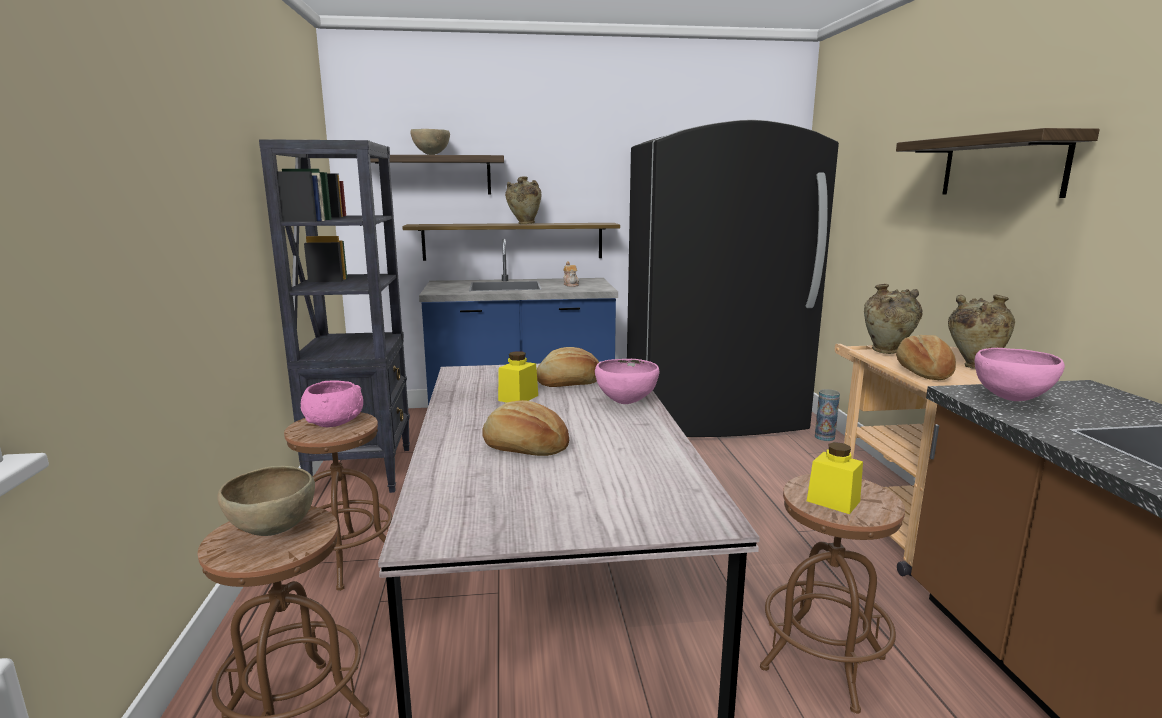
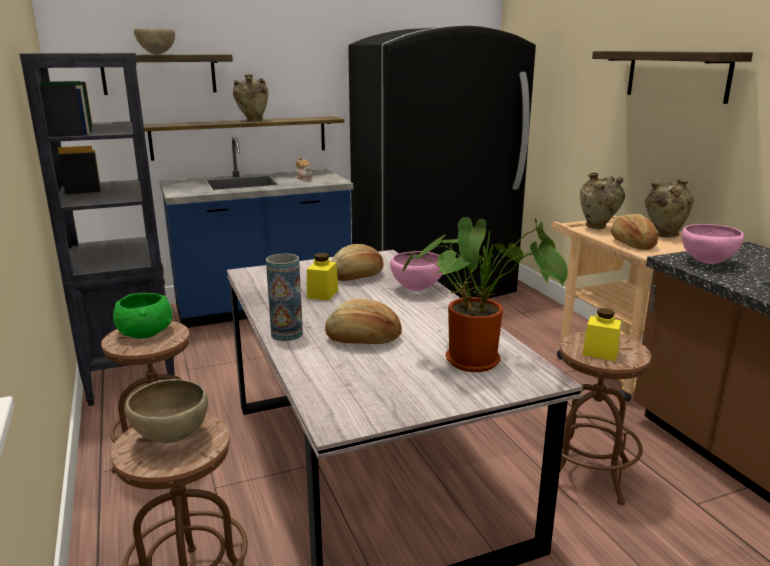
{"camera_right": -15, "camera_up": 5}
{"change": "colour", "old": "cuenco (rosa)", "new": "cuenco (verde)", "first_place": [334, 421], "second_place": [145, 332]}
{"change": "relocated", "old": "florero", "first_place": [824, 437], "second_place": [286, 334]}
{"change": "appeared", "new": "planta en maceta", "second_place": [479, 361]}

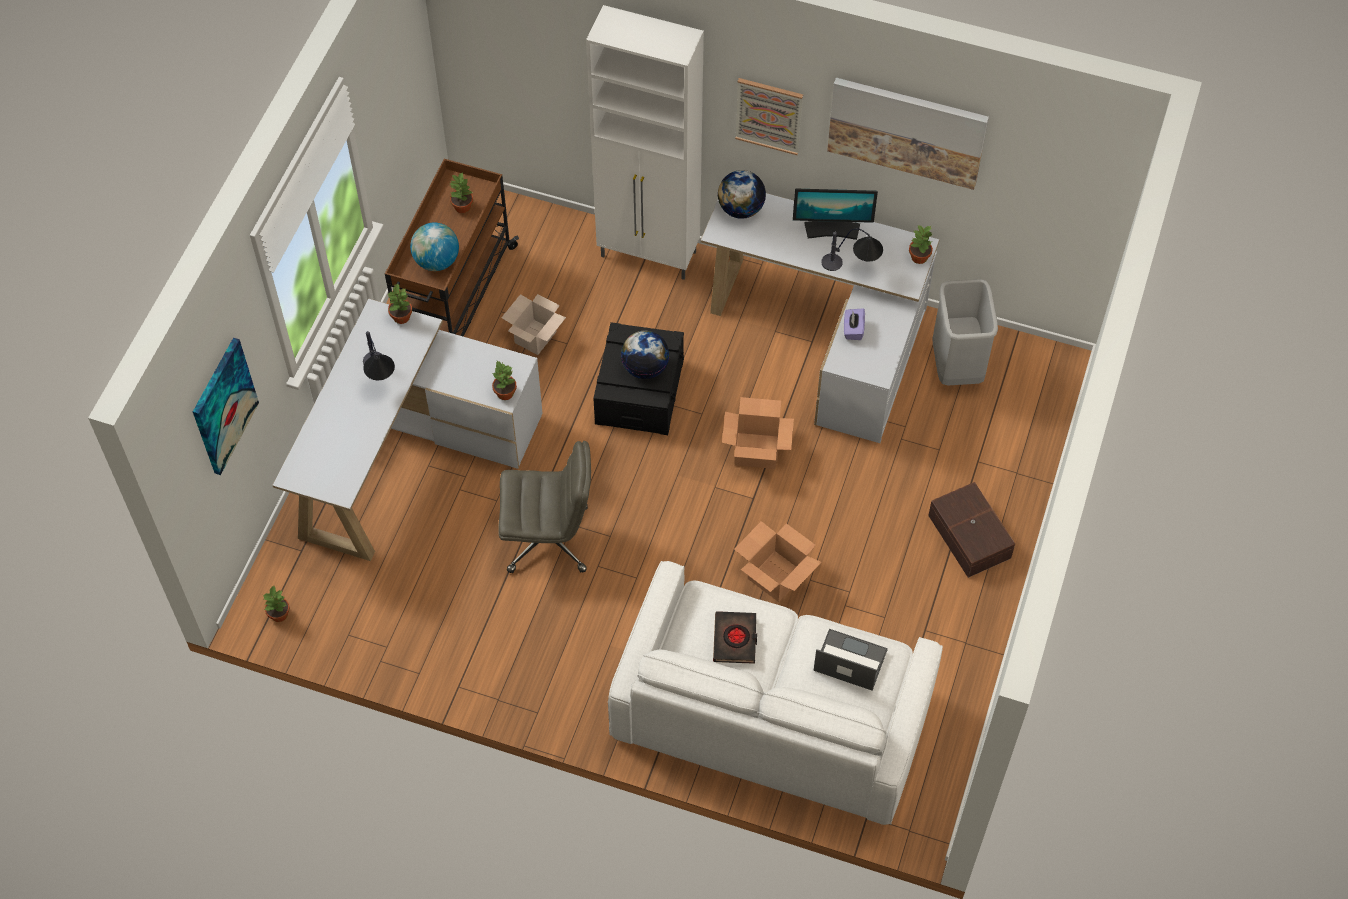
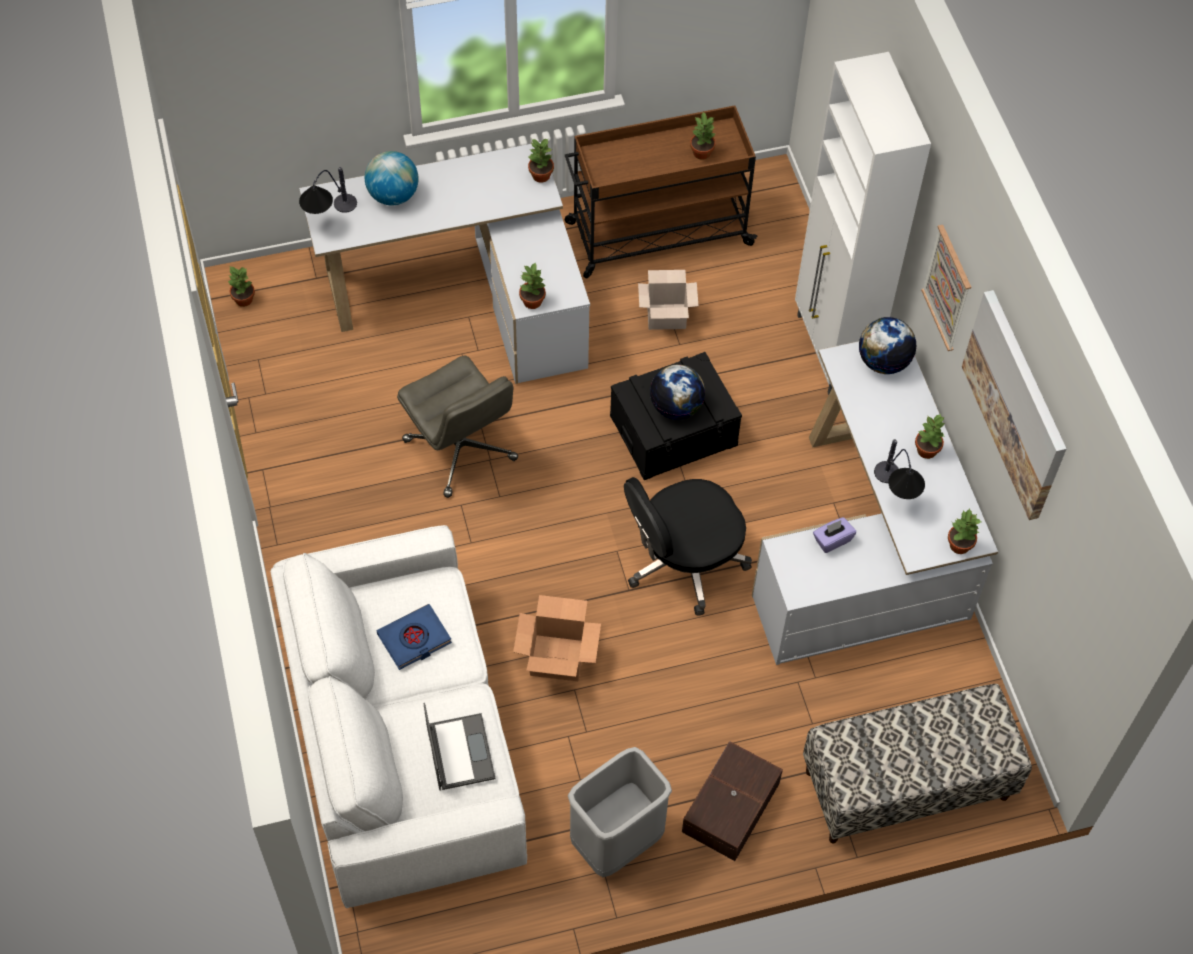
{"camera_right": 55, "camera_up": 0}
{"change": "missing", "old": "cuadro", "first_place": [223, 406]}
{"change": "relocated", "old": "lámpara de mesa", "first_place": [380, 378], "second_place": [329, 218]}
{"change": "relocated", "old": "globo terráqueo", "first_place": [436, 261], "second_place": [393, 195]}
{"change": "colour", "old": "libro (negro)", "new": "libro (azul)", "first_place": [735, 639], "second_place": [414, 639]}
{"change": "exchanged", "old": "caja de cartón", "new": "silla de oficina (negro)", "first_place": [755, 451], "second_place": [683, 562]}
{"change": "exchanged", "old": "monitor", "new": "planta en maceta", "first_place": [832, 229], "second_place": [927, 450]}
{"change": "relocated", "old": "papelera (gris)", "first_place": [957, 367], "second_place": [617, 843]}
{"change": "appeared", "new": "banco", "second_place": [906, 785]}

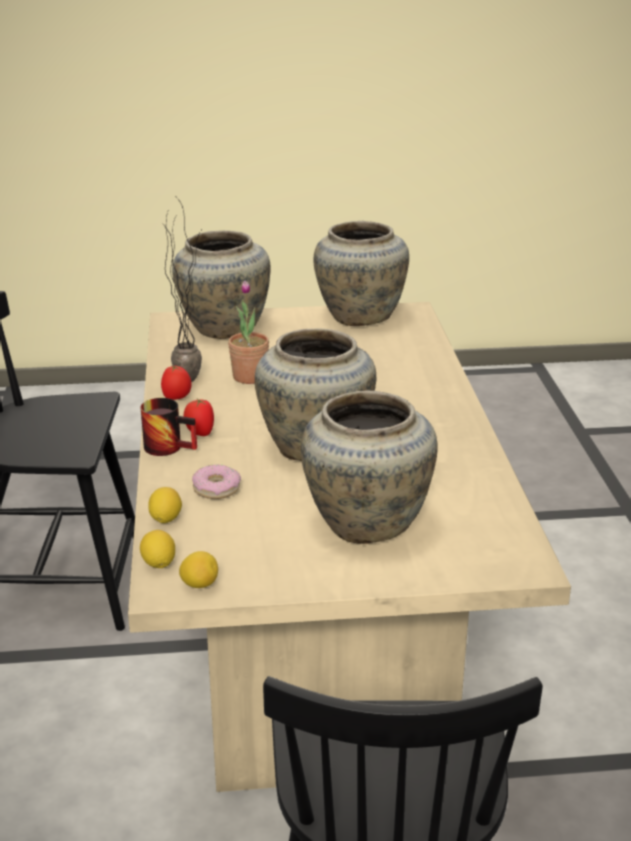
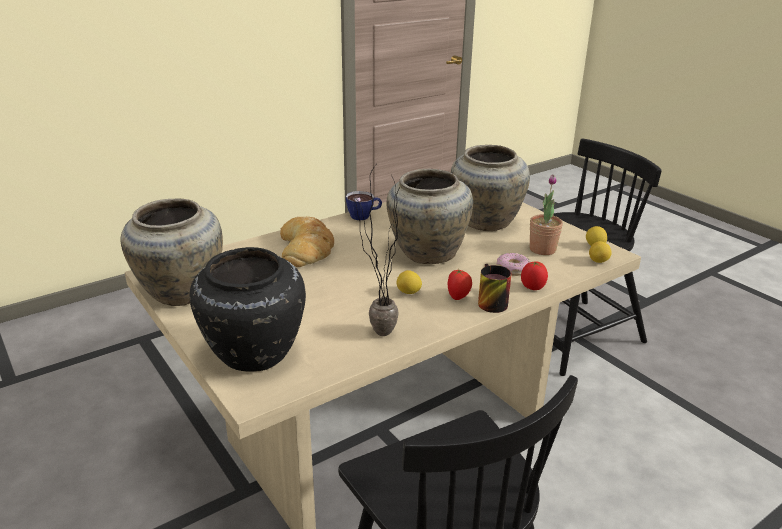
{"camera_right": -120, "camera_up": 0}
{"change": "relocated", "old": "limón", "first_place": [165, 519], "second_place": [409, 292]}
{"change": "relocated", "old": "tomate", "first_place": [177, 398], "second_place": [532, 287]}
{"change": "colour", "old": "florero (beis)", "new": "florero (negro)", "first_place": [223, 327], "second_place": [253, 355]}
{"change": "relocated", "old": "planta en maceta", "first_place": [249, 377], "second_place": [542, 249]}
{"change": "appeared", "new": "pan", "second_place": [307, 247]}
{"change": "appeared", "new": "taza", "second_place": [364, 216]}

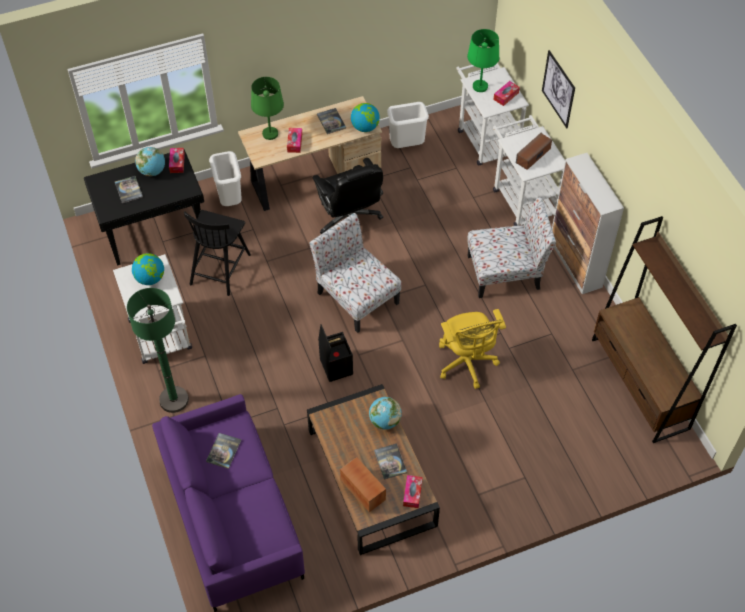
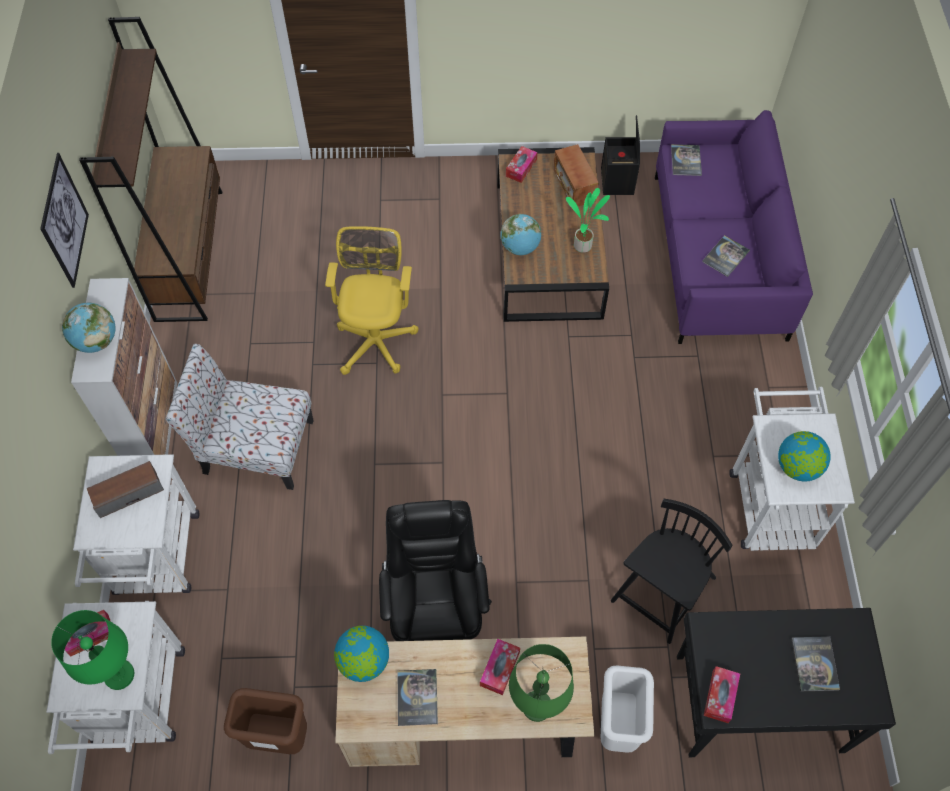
{"camera_right": -160, "camera_up": 5}
{"change": "missing", "old": "lámpara de pie (verde)", "first_place": [174, 400]}
{"change": "relocated", "old": "globo terráqueo", "first_place": [152, 171], "second_place": [96, 341]}
{"change": "missing", "old": "silla", "first_place": [356, 297]}
{"change": "relocated", "old": "caja de almacenaje (negro)", "first_place": [335, 366], "second_place": [618, 182]}
{"change": "relocated", "old": "libro", "first_place": [390, 461], "second_place": [686, 160]}
{"change": "colour", "old": "papelera (blanco)", "new": "papelera (marrón)", "first_place": [406, 147], "second_place": [278, 736]}
{"change": "relocated", "old": "cuadro", "first_place": [558, 89], "second_place": [64, 221]}
{"change": "appeared", "new": "planta en maceta", "second_place": [584, 245]}

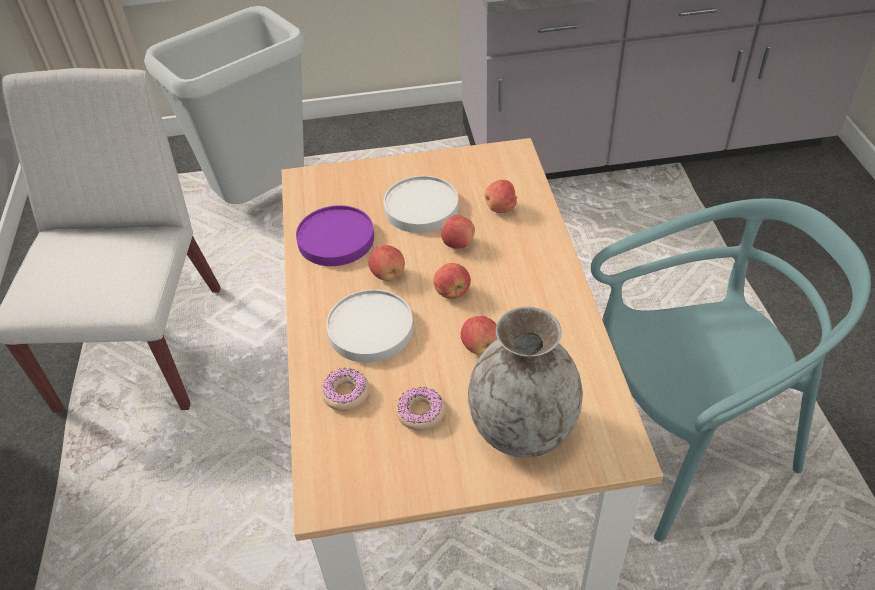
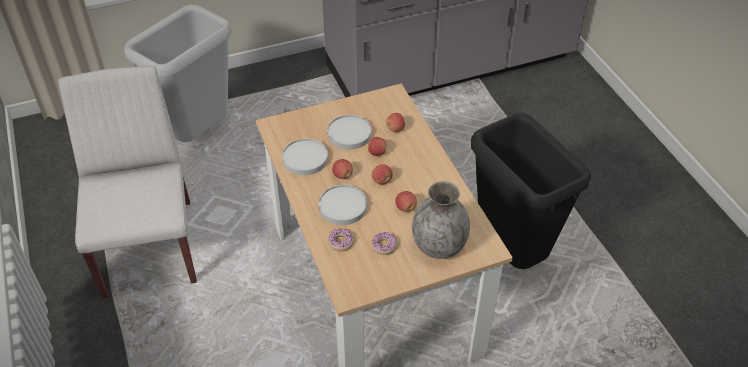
{"camera_right": -15, "camera_up": 0}
{"change": "colour", "old": "plato (morado)", "new": "plato (blanco)", "first_place": [336, 239], "second_place": [305, 158]}
{"change": "exchanged", "old": "silla (turquesa)", "new": "papelera (negro)", "first_place": [685, 442], "second_place": [512, 254]}

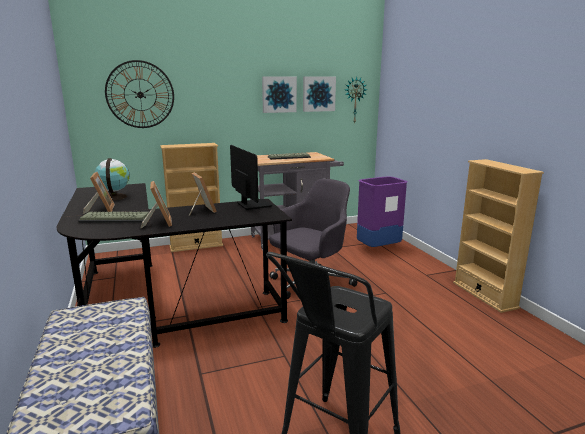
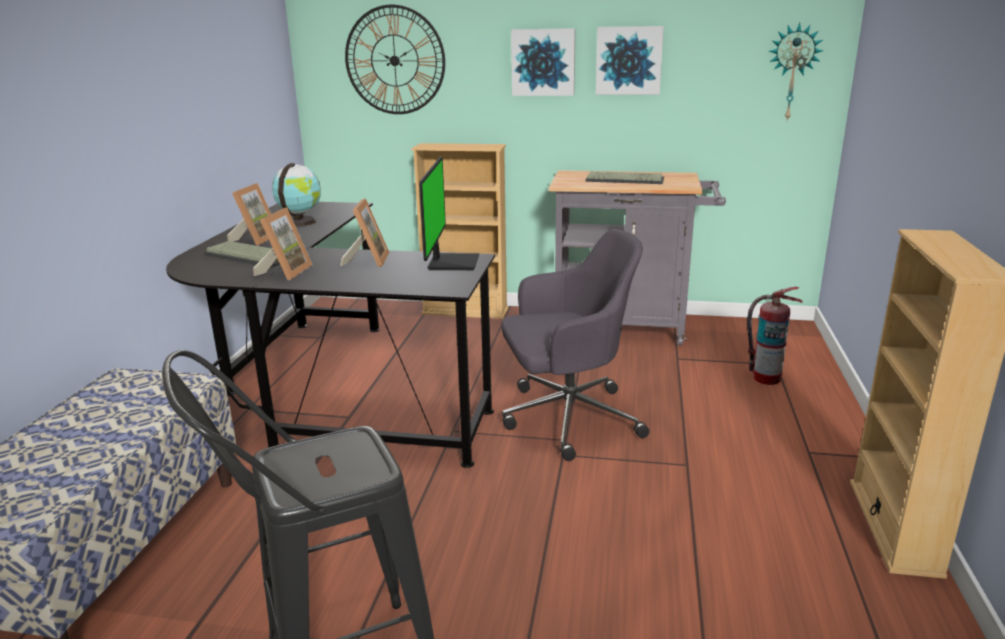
{"camera_right": 30, "camera_up": 5}
{"change": "relocated", "old": "cuadro", "first_place": [318, 94], "second_place": [543, 62]}
{"change": "exchanged", "old": "papelera (morado)", "new": "extintor", "first_place": [378, 248], "second_place": [766, 378]}

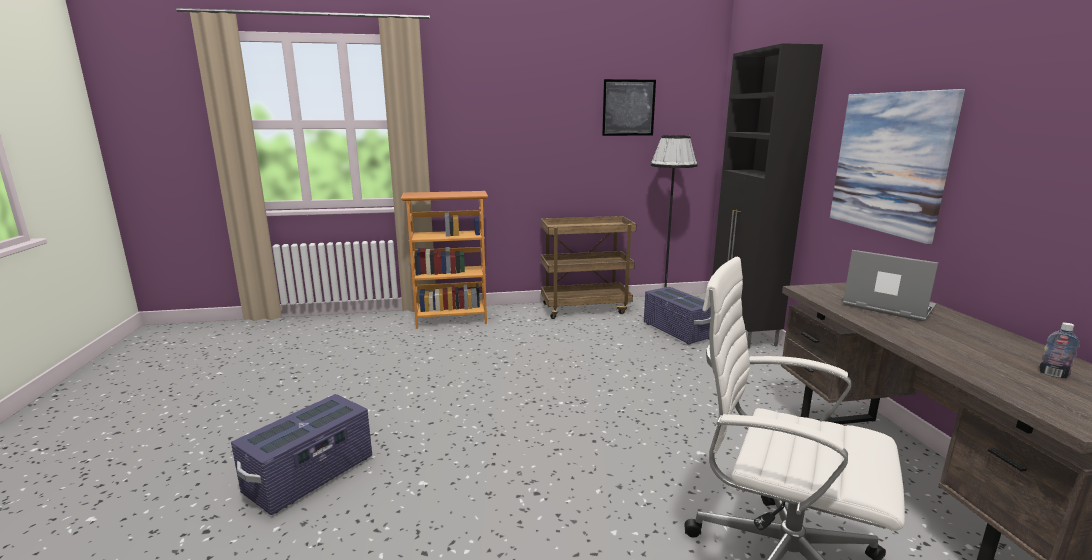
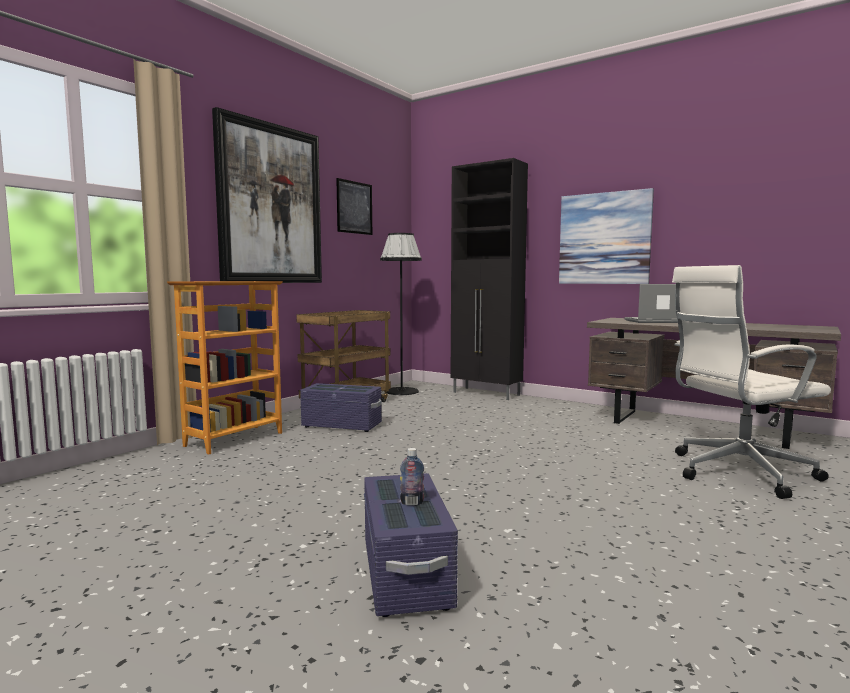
{"camera_right": -45, "camera_up": -10}
{"change": "relocated", "old": "caja de almacenaje (morado)", "first_place": [677, 331], "second_place": [341, 425]}
{"change": "relocated", "old": "botella", "first_place": [1053, 374], "second_place": [412, 503]}
{"change": "appeared", "new": "cuadro", "second_place": [270, 204]}

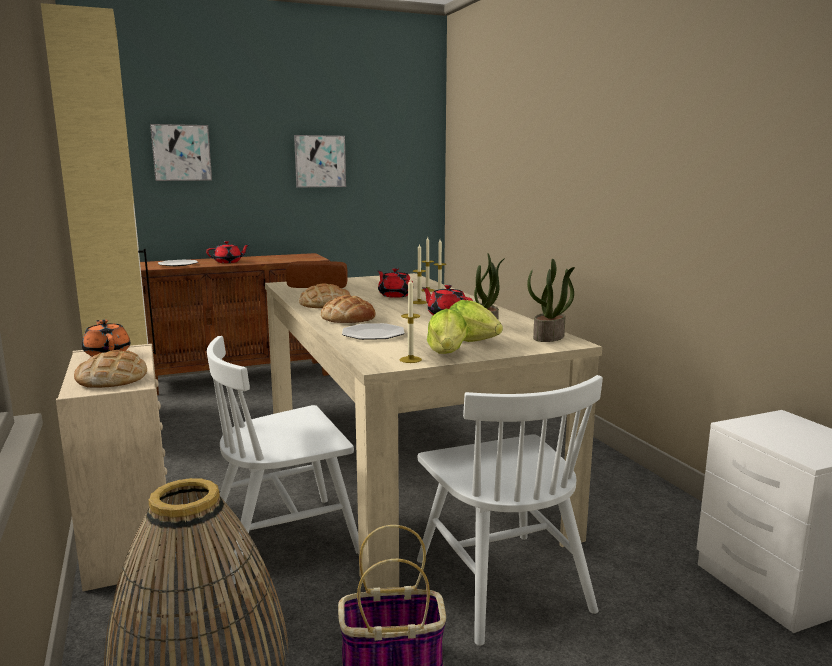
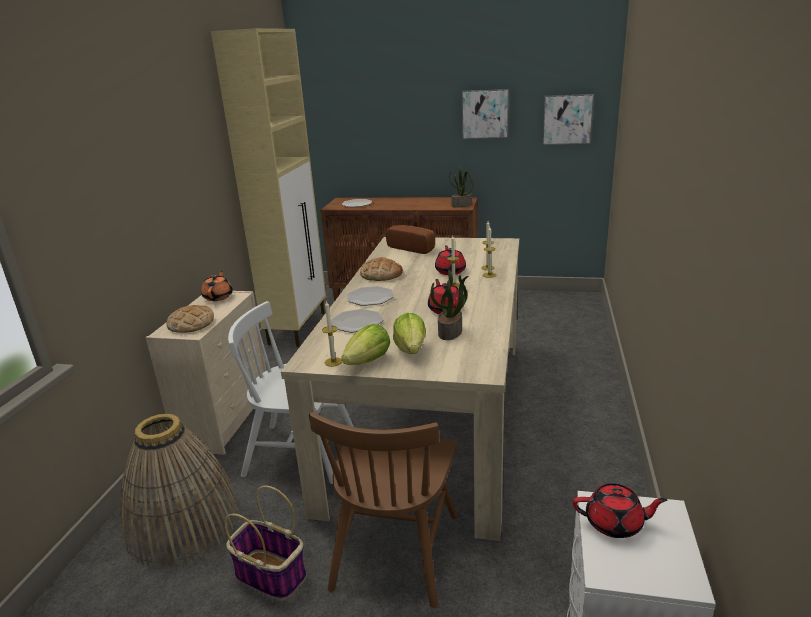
{"camera_right": 35, "camera_up": 10}
{"change": "relocated", "old": "cuadro", "first_place": [181, 152], "second_place": [567, 119]}
{"change": "relocated", "old": "tetera (rojo)", "first_place": [228, 262], "second_place": [615, 524]}
{"change": "exchanged", "old": "pan", "new": "plato", "first_place": [348, 318], "second_place": [370, 297]}
{"change": "colour", "old": "silla (blanco)", "new": "silla (marrón)", "first_place": [502, 584], "second_place": [395, 550]}
{"change": "relocated", "old": "planta en maceta", "first_place": [549, 337], "second_place": [461, 205]}

